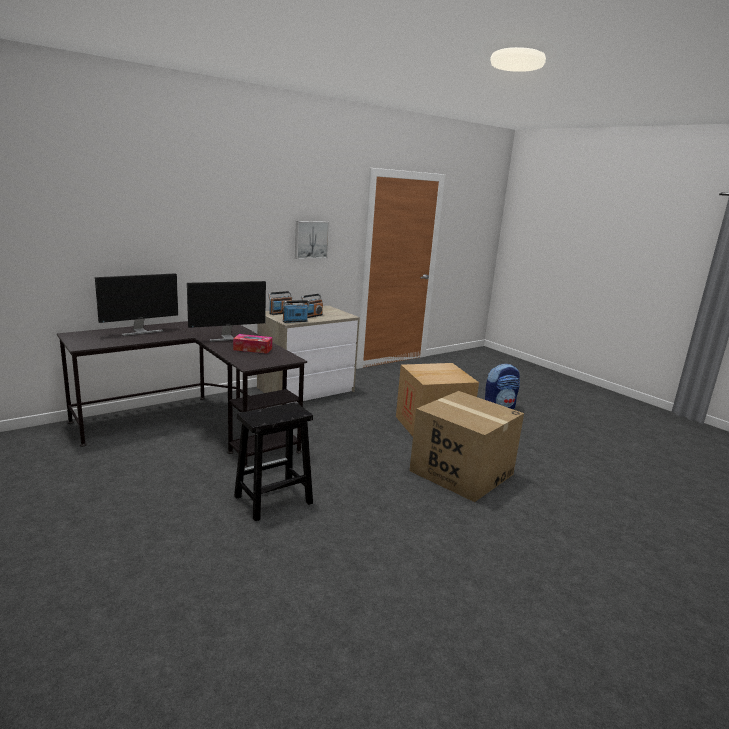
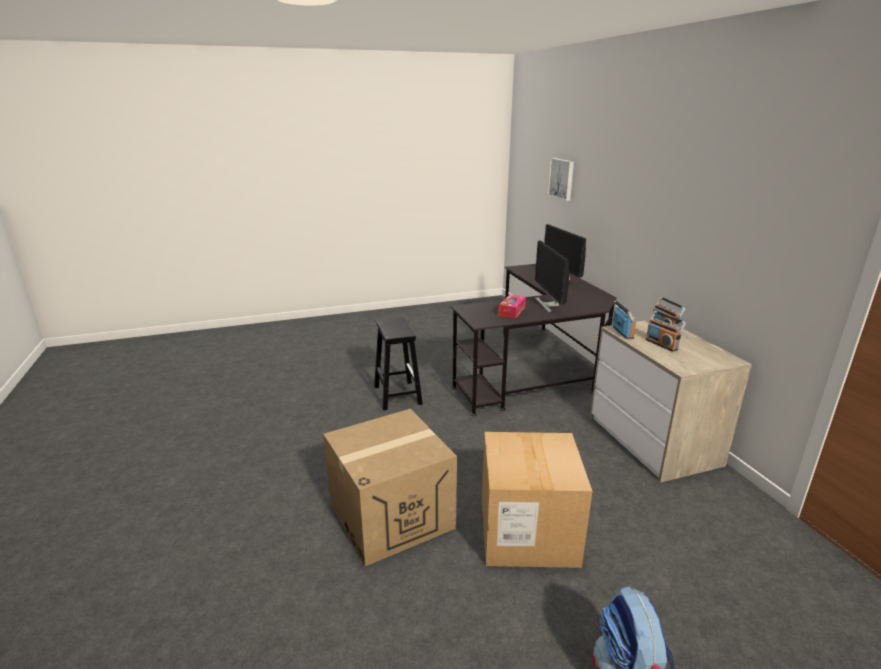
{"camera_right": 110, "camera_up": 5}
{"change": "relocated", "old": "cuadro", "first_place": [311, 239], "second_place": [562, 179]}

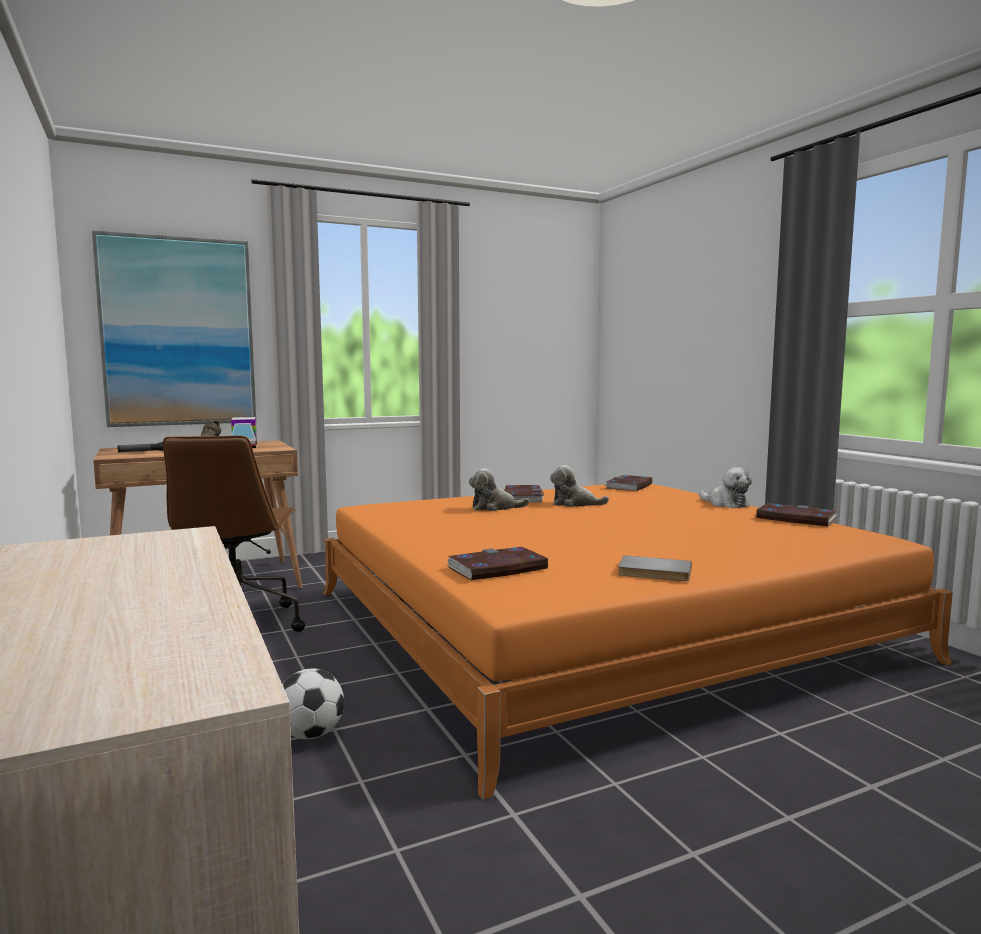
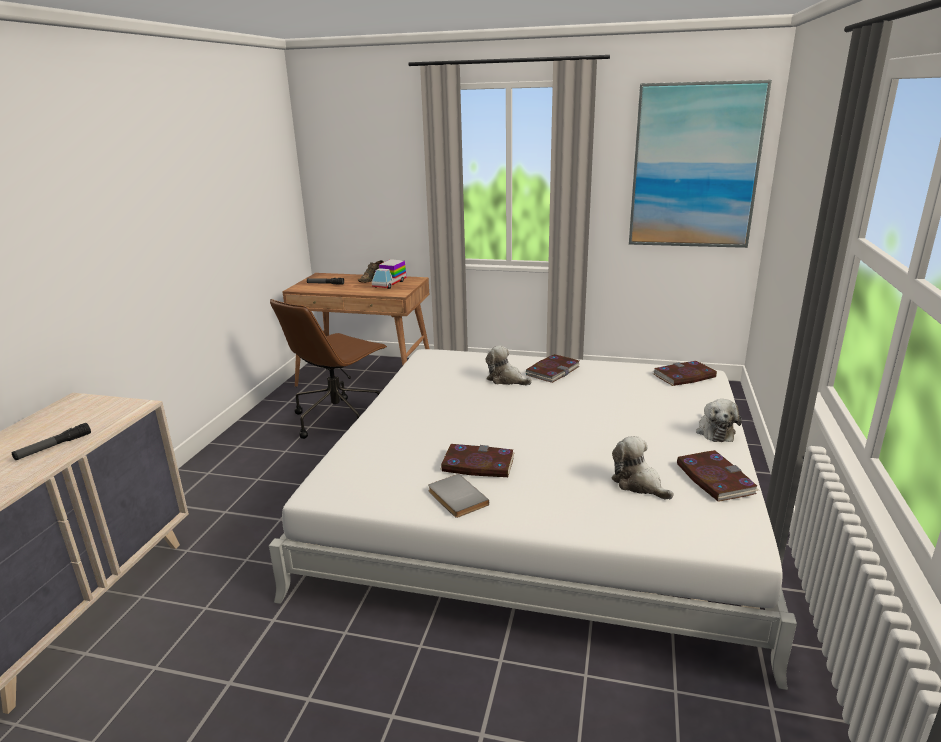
{"camera_right": 40, "camera_up": 15}
{"change": "relocated", "old": "cuadro", "first_place": [178, 332], "second_place": [694, 167]}
{"change": "missing", "old": "balón de fútbol", "first_place": [310, 735]}
{"change": "colour", "old": "cama (naranja)", "new": "cama (blanco)", "first_place": [594, 624], "second_place": [541, 502]}
{"change": "relocated", "old": "libro", "first_place": [497, 568], "second_place": [477, 464]}
{"change": "relocated", "old": "peluche", "first_place": [574, 504], "second_place": [638, 484]}
{"change": "appeared", "new": "linterna", "second_place": [53, 447]}

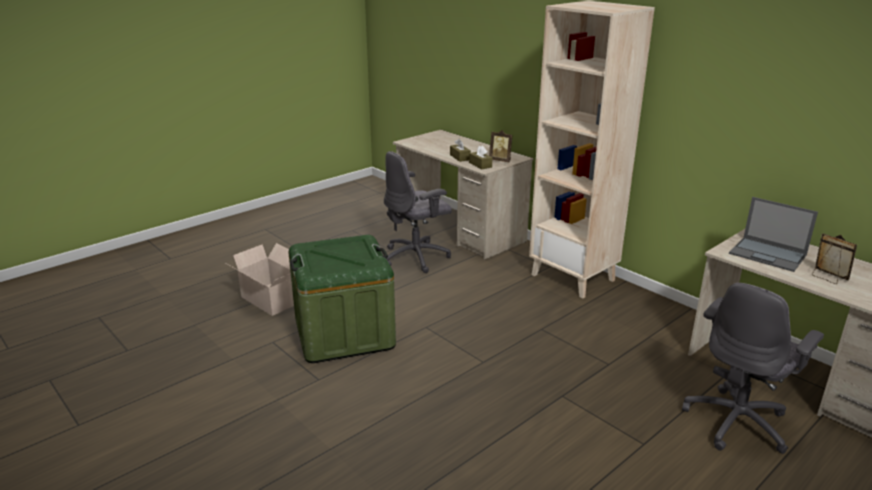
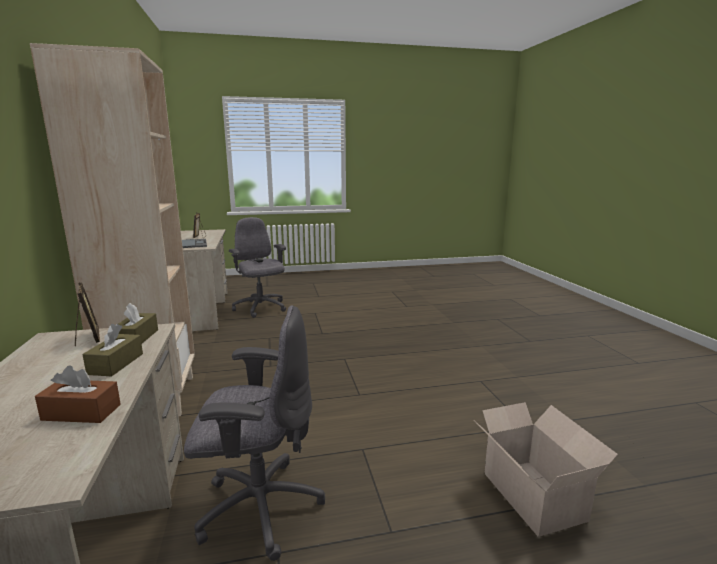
{"camera_right": -150, "camera_up": -10}
{"change": "missing", "old": "caja de almacenaje (verde)", "first_place": [344, 333]}
{"change": "spun", "old": "silla de oficina (gris)", "first_place": [737, 422], "second_place": [260, 308], "degrees": -105}
{"change": "appeared", "new": "caja de pañuelos (marrón)", "second_place": [81, 412]}

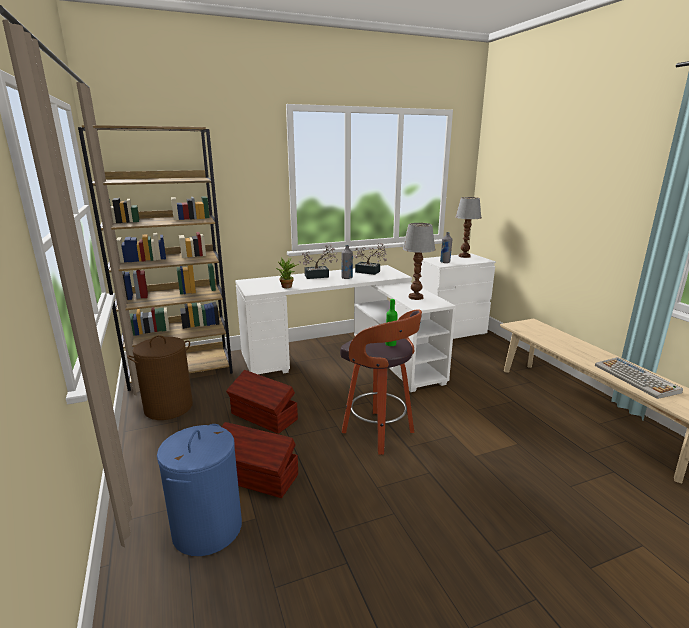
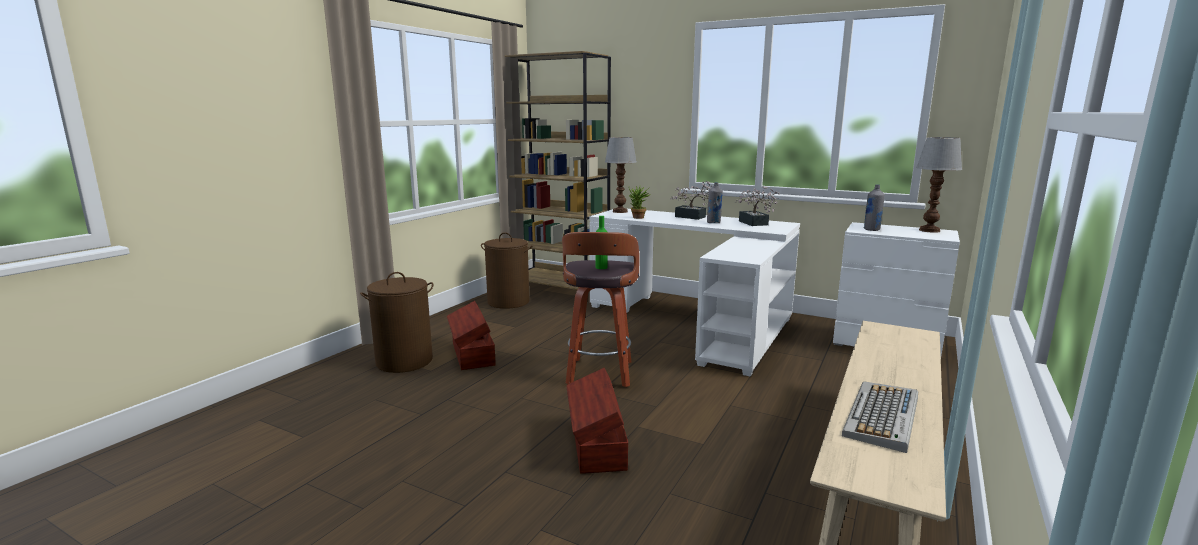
{"camera_right": 50, "camera_up": -5}
{"change": "colour", "old": "cesto de la ropa (azul)", "new": "cesto de la ropa (marrón)", "first_place": [207, 528], "second_place": [405, 361]}
{"change": "relocated", "old": "caja de almacenaje (marrón)", "first_place": [263, 417], "second_place": [596, 445]}
{"change": "relocated", "old": "lámpara de mesa", "first_place": [416, 297], "second_place": [620, 211]}

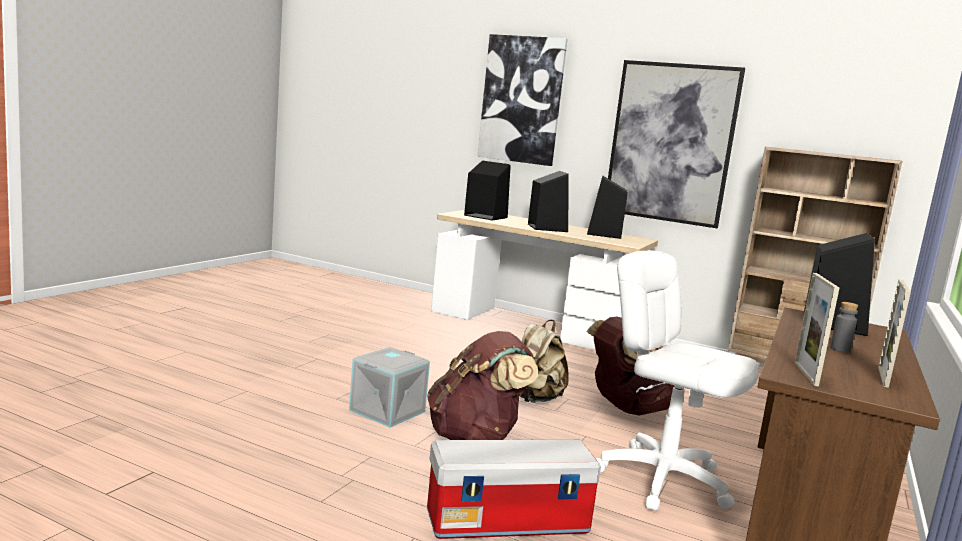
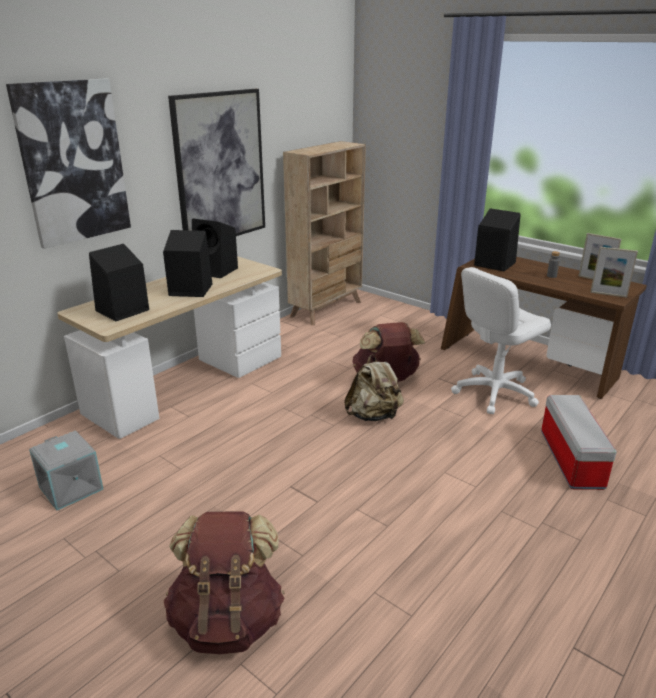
{"camera_right": -75, "camera_up": 15}
{"change": "relocated", "old": "caja de almacenaje (gris)", "first_place": [388, 411], "second_place": [72, 488]}
{"change": "relocated", "old": "mochila (marrón)", "first_place": [476, 438], "second_place": [228, 620]}

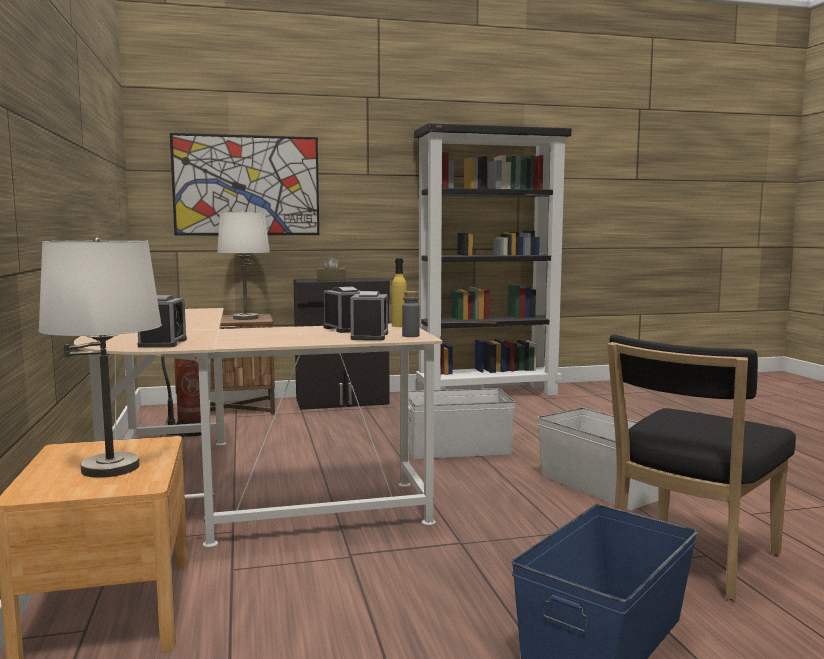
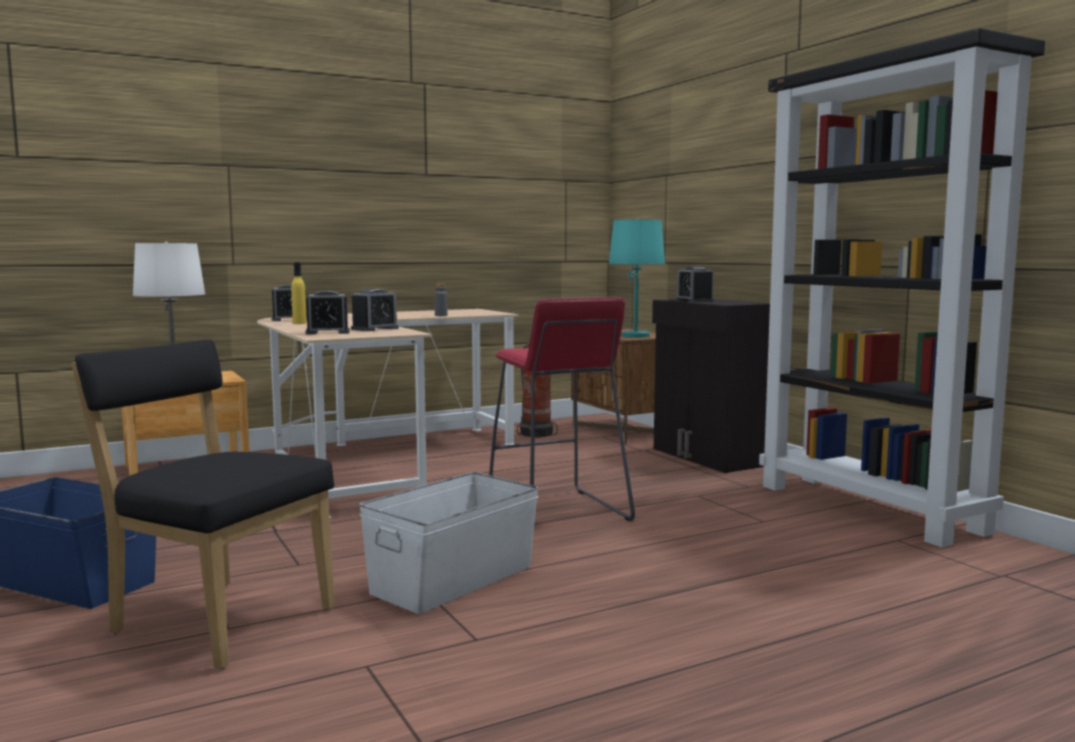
{"camera_right": 75, "camera_up": 0}
{"change": "missing", "old": "cuadro", "first_place": [246, 185]}
{"change": "colour", "old": "lámpara de mesa (blanco)", "new": "lámpara de mesa (turquesa)", "first_place": [245, 318], "second_place": [635, 336]}
{"change": "exchanged", "old": "caja de pañuelos (marrón)", "new": "despertador", "first_place": [331, 280], "second_place": [694, 300]}
{"change": "relocated", "old": "botella (amarillo)", "first_place": [399, 326], "second_place": [299, 323]}
{"change": "relocated", "old": "botella (gris)", "first_place": [410, 336], "second_place": [441, 315]}
{"change": "exchanged", "old": "caja de almacenaje (blanco)", "new": "taburete (rojo)", "first_place": [458, 449], "second_place": [556, 512]}

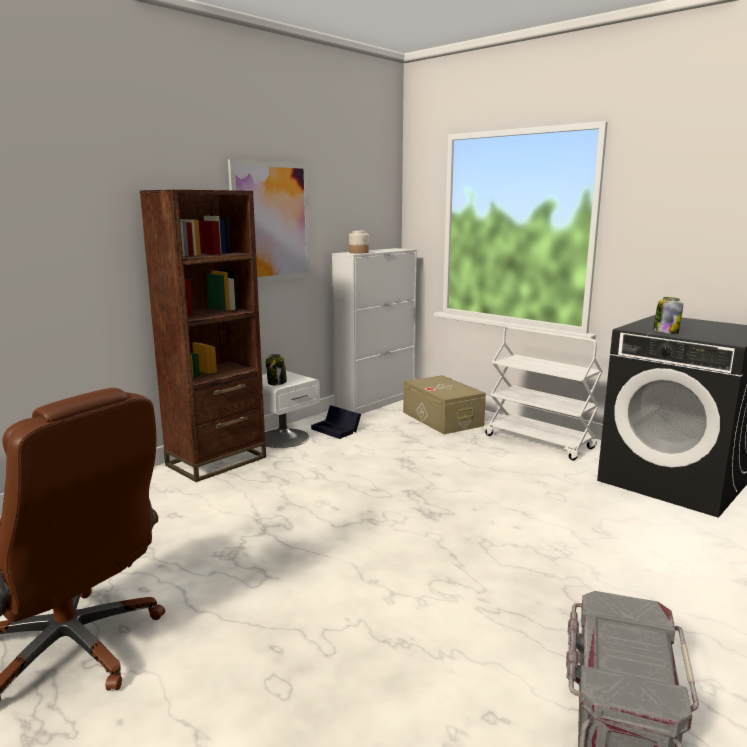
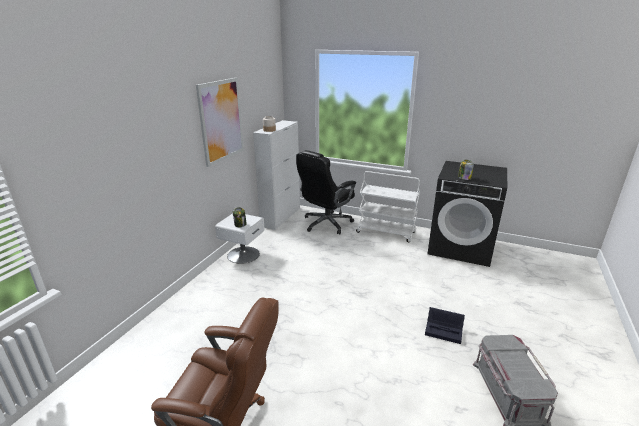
{"camera_right": -20, "camera_up": 10}
{"change": "missing", "old": "estantería (marrón)", "first_place": [216, 461]}
{"change": "relocated", "old": "caja de almacenaje (negro)", "first_place": [337, 430], "second_place": [445, 330]}
{"change": "exchanged", "old": "caja de almacenaje (beis)", "new": "silla de oficina (negro)", "first_place": [442, 419], "second_place": [326, 223]}

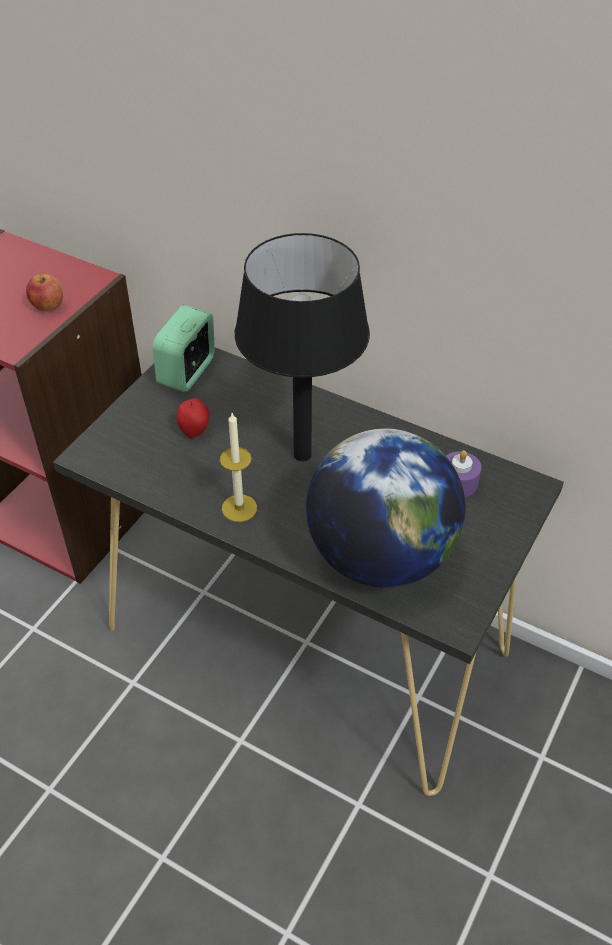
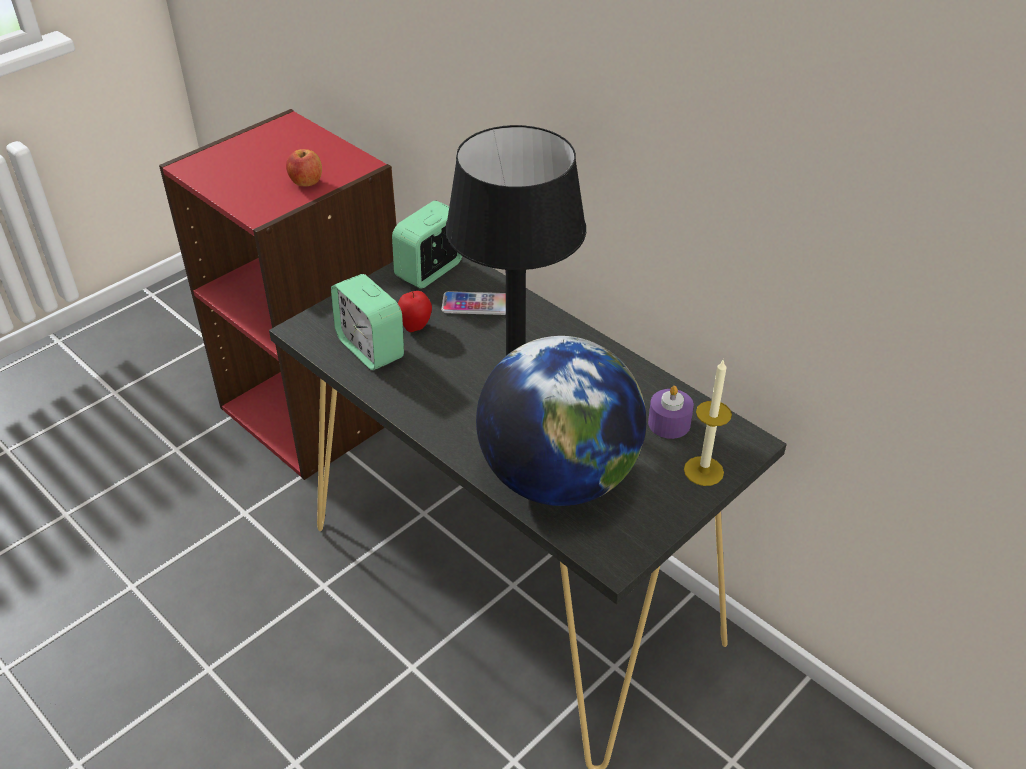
{"camera_right": 15, "camera_up": -5}
{"change": "relocated", "old": "vela", "first_place": [239, 508], "second_place": [703, 471]}
{"change": "appeared", "new": "despertador", "second_place": [370, 348]}
{"change": "appeared", "new": "móvil", "second_place": [476, 304]}

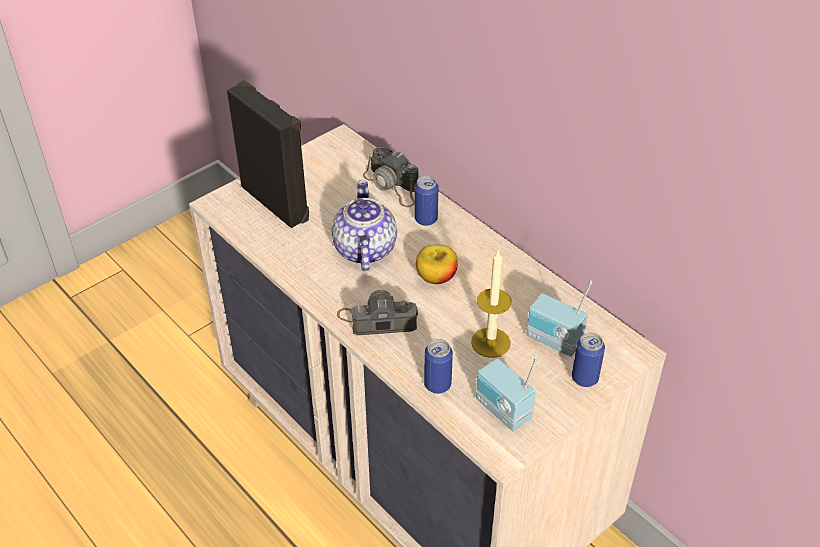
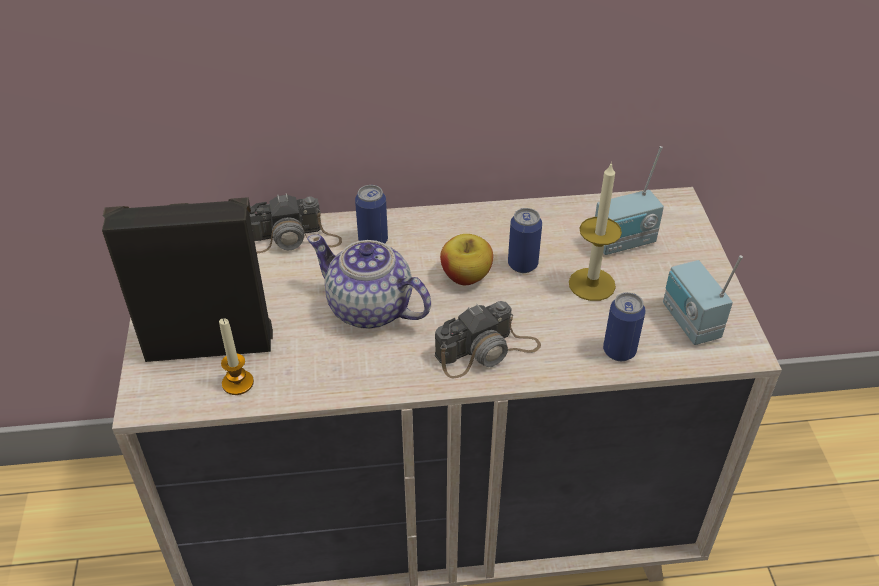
{"camera_right": -55, "camera_up": 0}
{"change": "spun", "old": "cámara", "first_place": [377, 320], "second_place": [487, 351], "degrees": -150}
{"change": "spun", "old": "radio", "first_place": [502, 411], "second_place": [688, 323], "degrees": 75}
{"change": "relocated", "old": "lata", "first_place": [584, 378], "second_place": [522, 264]}
{"change": "appeared", "new": "vela", "second_place": [238, 383]}

